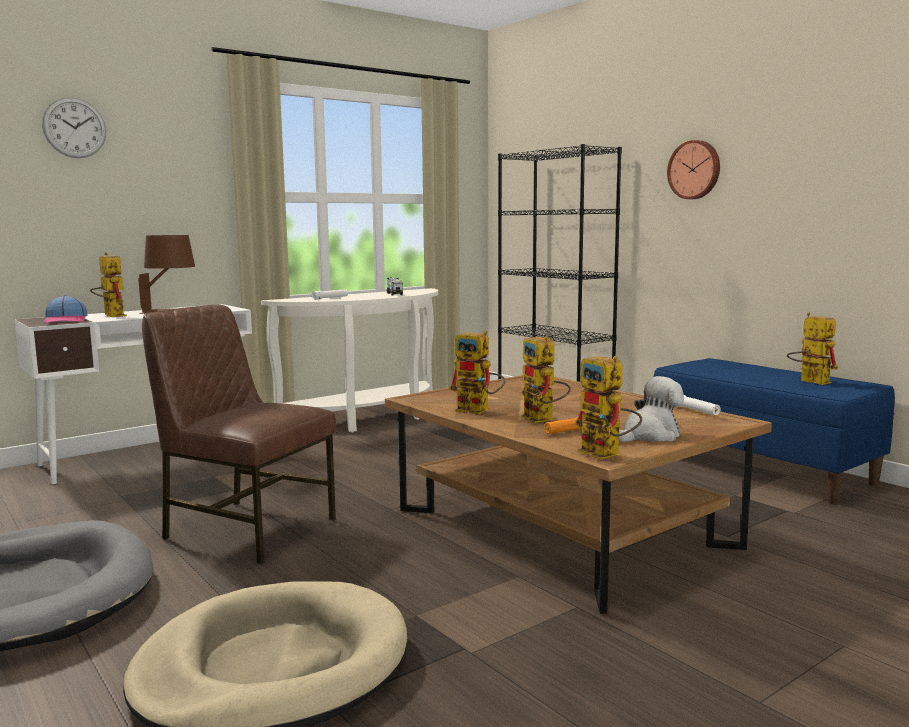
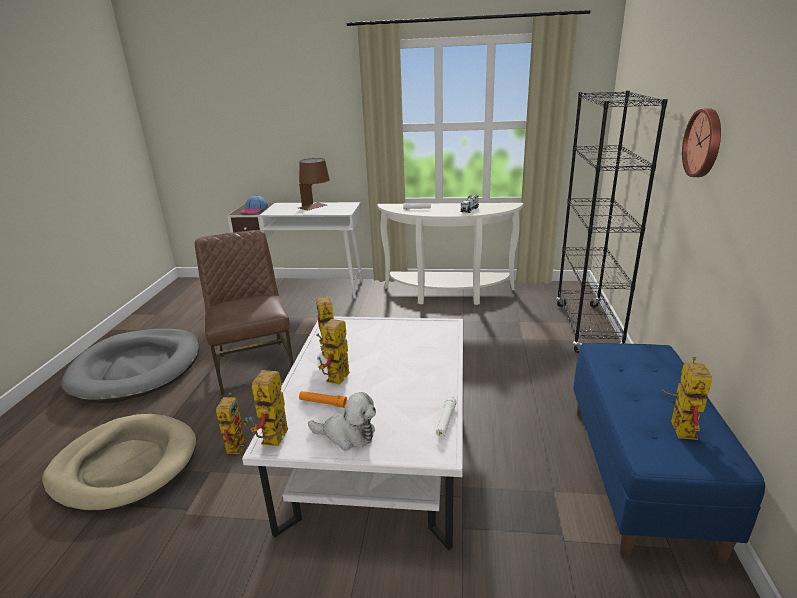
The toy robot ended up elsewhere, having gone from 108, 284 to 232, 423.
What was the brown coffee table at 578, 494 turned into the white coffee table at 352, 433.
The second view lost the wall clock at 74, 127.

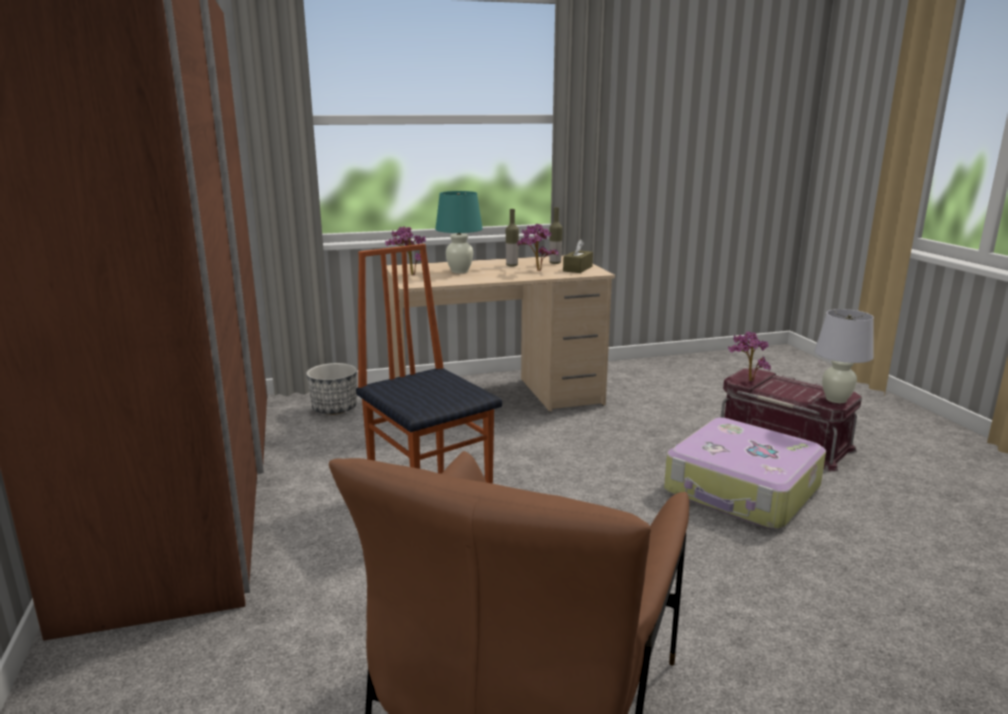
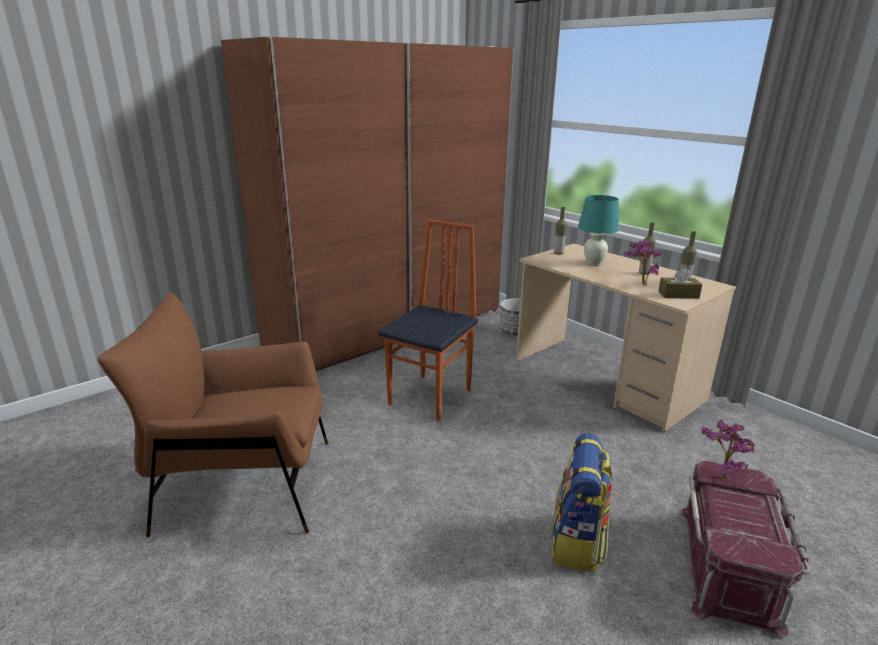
Where the suitcase stood at 745, 474, the backpack came to stand at 581, 502.
Where the potted plant stood at 405, 250, the bottle came to stand at 560, 231.
The second view lost the white table lamp at 844, 356.

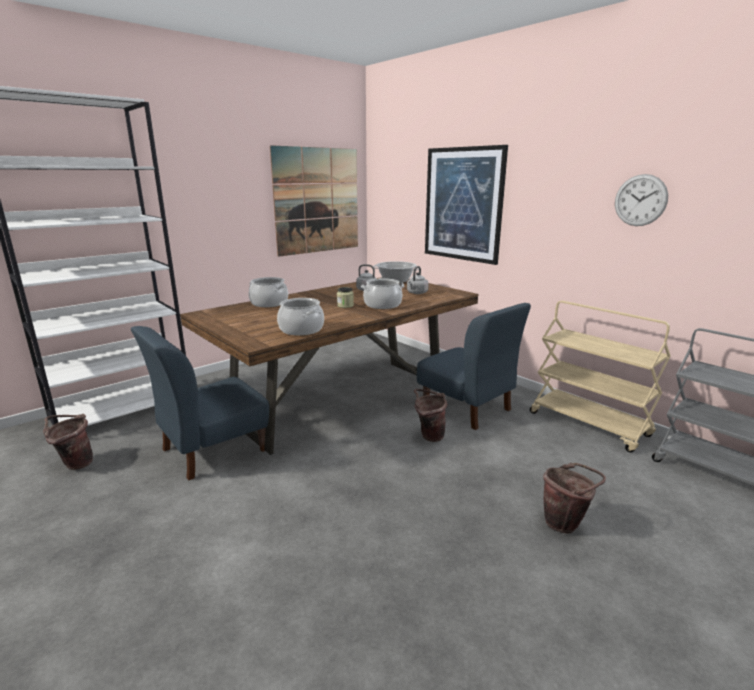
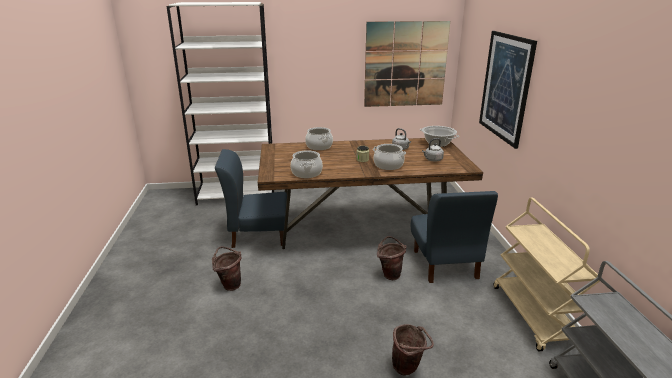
The brown bucket ended up elsewhere, having gone from 68, 442 to 227, 268.
The second view lost the wall clock at 641, 200.

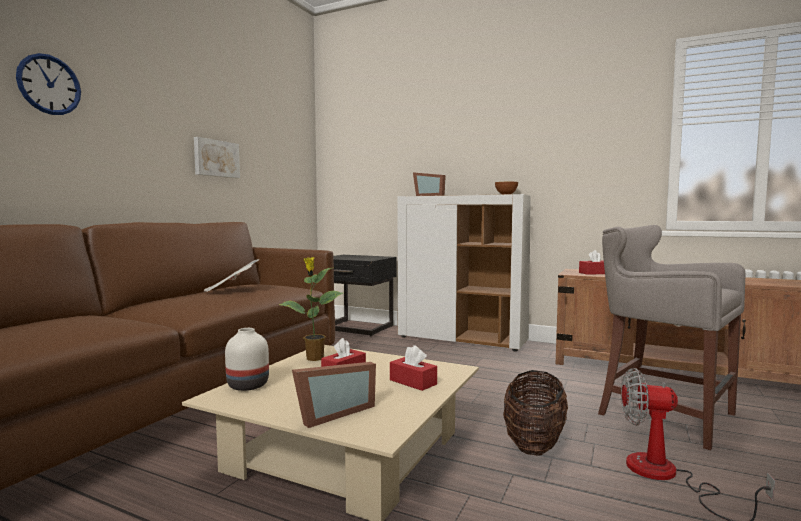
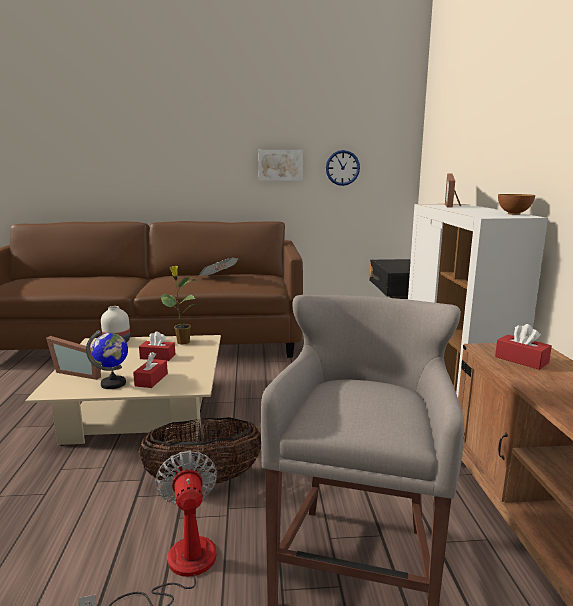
The second view gained the globe at 107, 359.
The wall clock ended up elsewhere, having gone from 48, 84 to 343, 168.

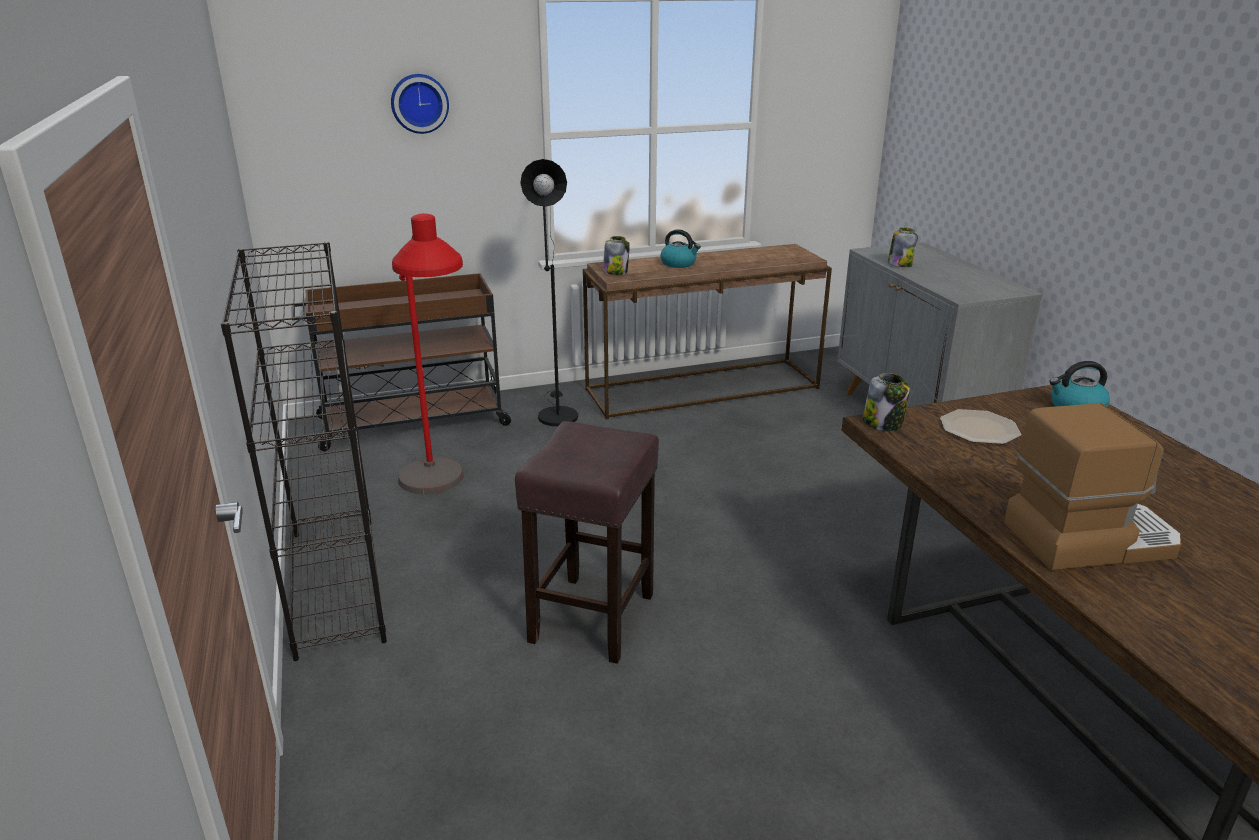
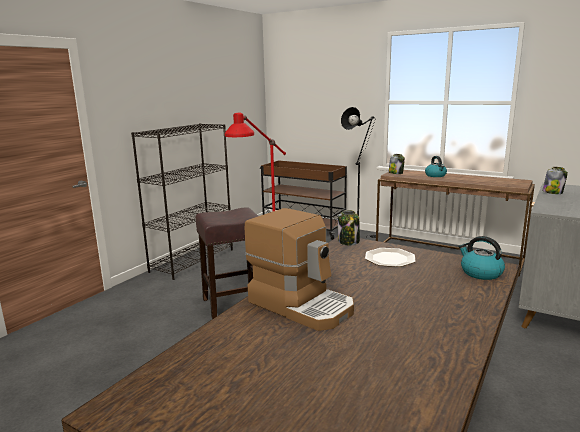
The second view lost the wall clock at 420, 104.

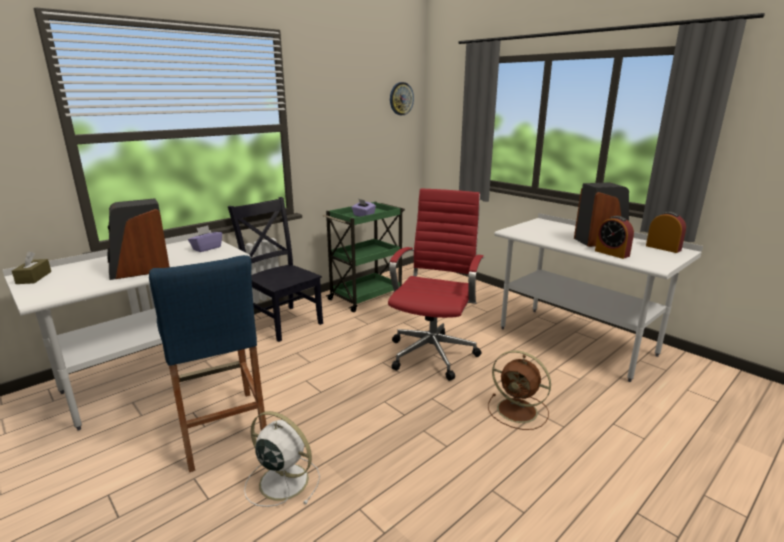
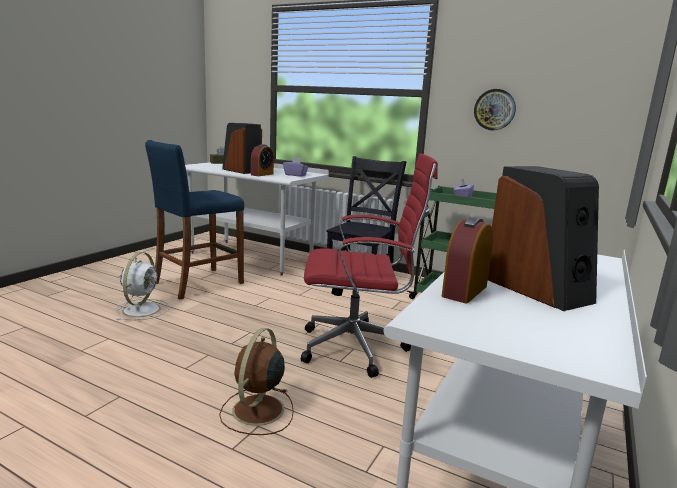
The alarm clock ended up elsewhere, having gone from 666, 232 to 262, 160.
The wall clock ended up elsewhere, having gone from 402, 98 to 495, 110.

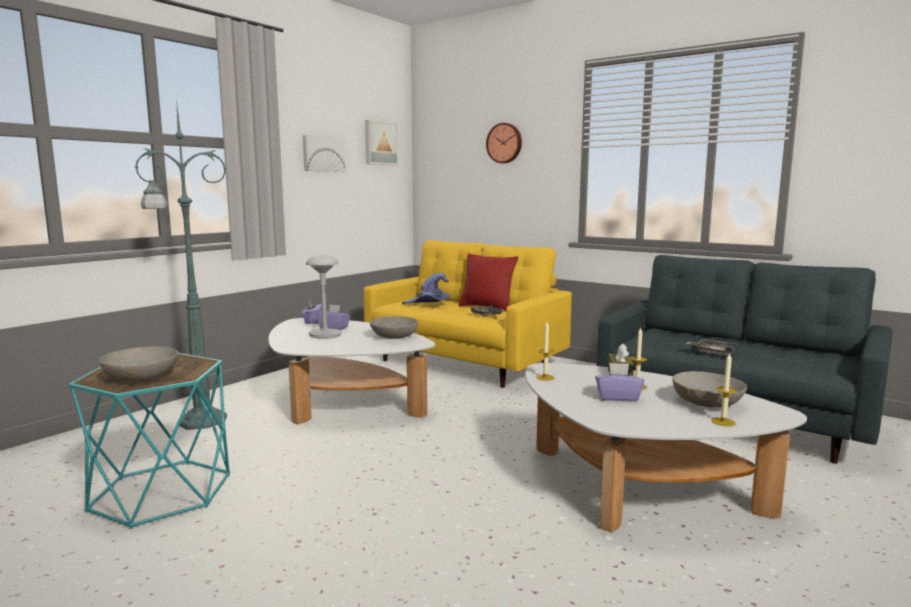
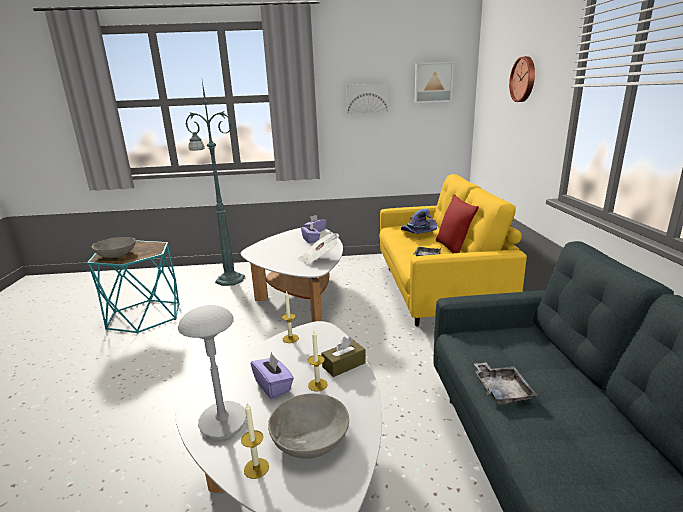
The grey table lamp ended up elsewhere, having gone from 323, 296 to 212, 372.
Where the grey bowl stood at 394, 327, the newspaper came to stand at 318, 248.

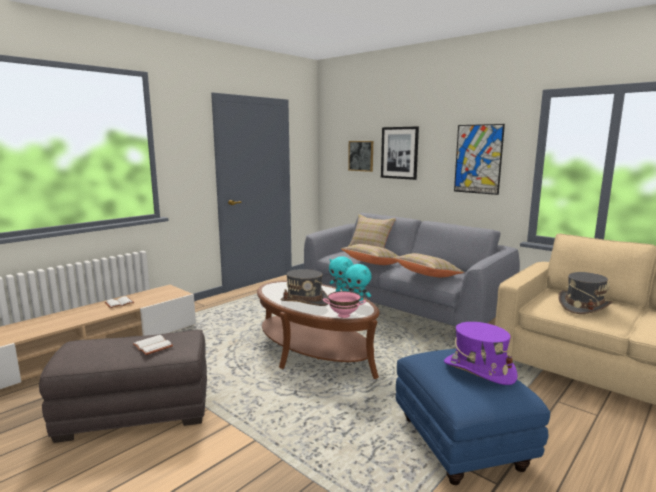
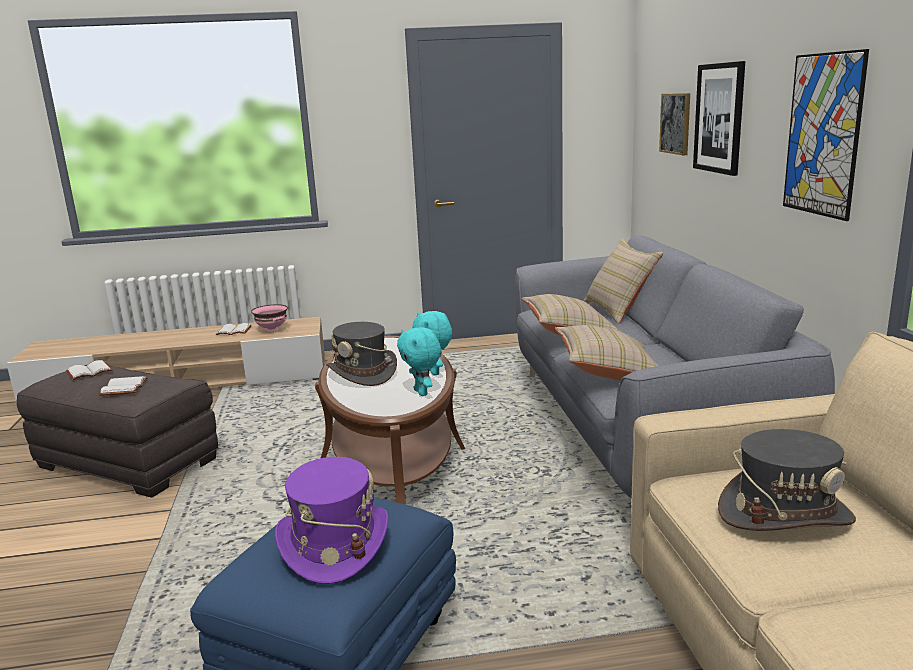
The second view gained the white book at 89, 370.
The pink bowl ended up elsewhere, having gone from 344, 304 to 269, 318.

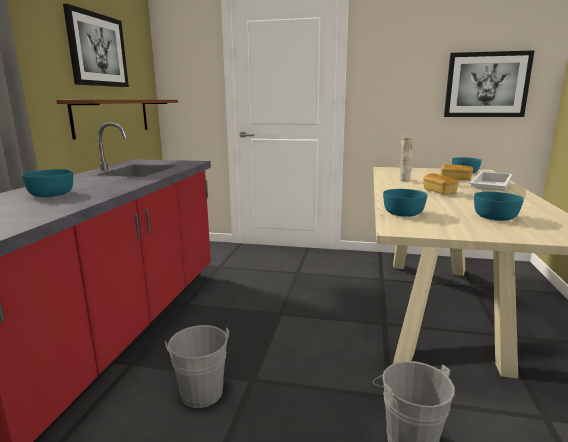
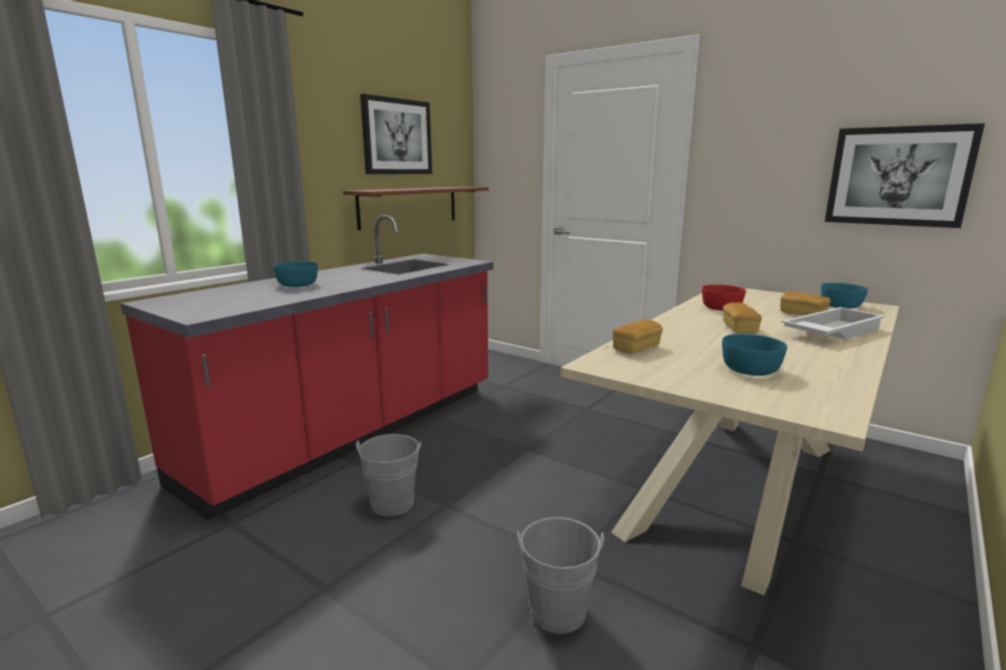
Where the turquoise bowl stood at 405, 203, the bread came to stand at 638, 336.
Where the beige vase stood at 406, 158, the red bowl came to stand at 724, 298.

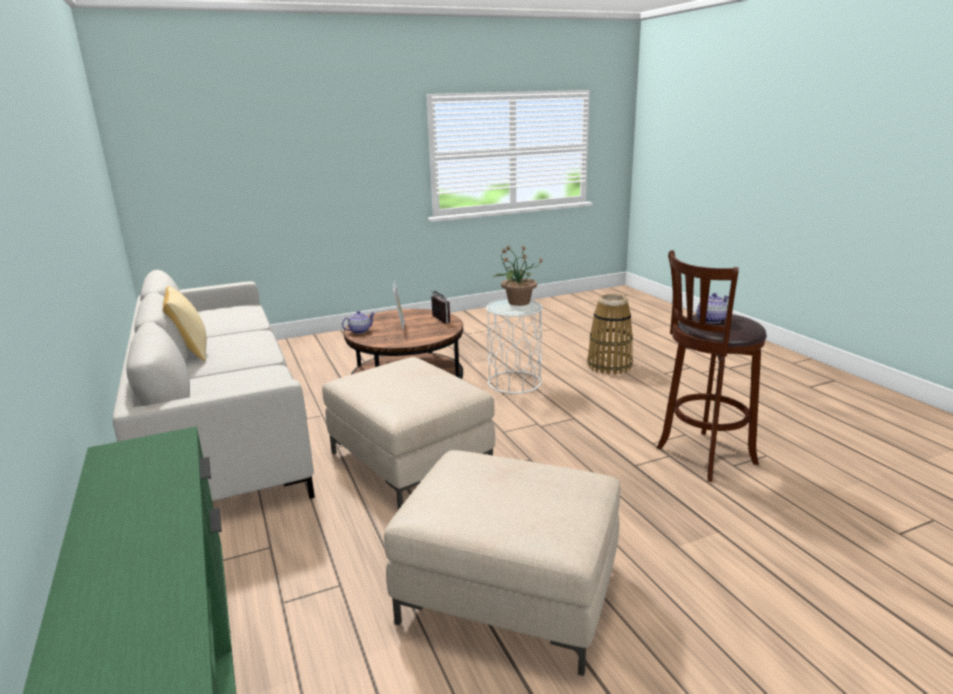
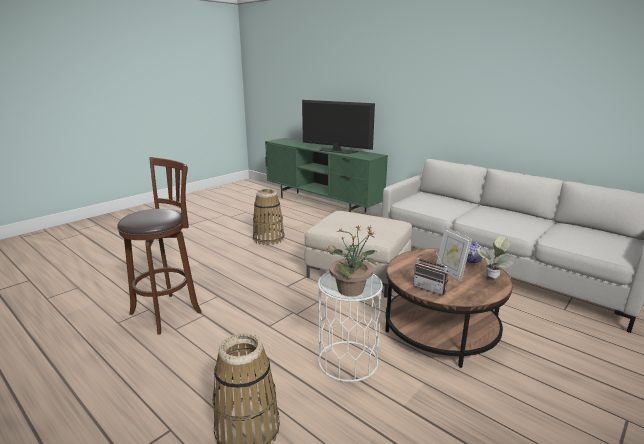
Where the beige ottoman stood at 502, 563, the basket came to stand at 268, 217.
The second view gained the television at 338, 127.
The second view gained the potted plant at 495, 257.
The second view lost the pillow at 185, 323.
The second view lost the teapot at 712, 308.

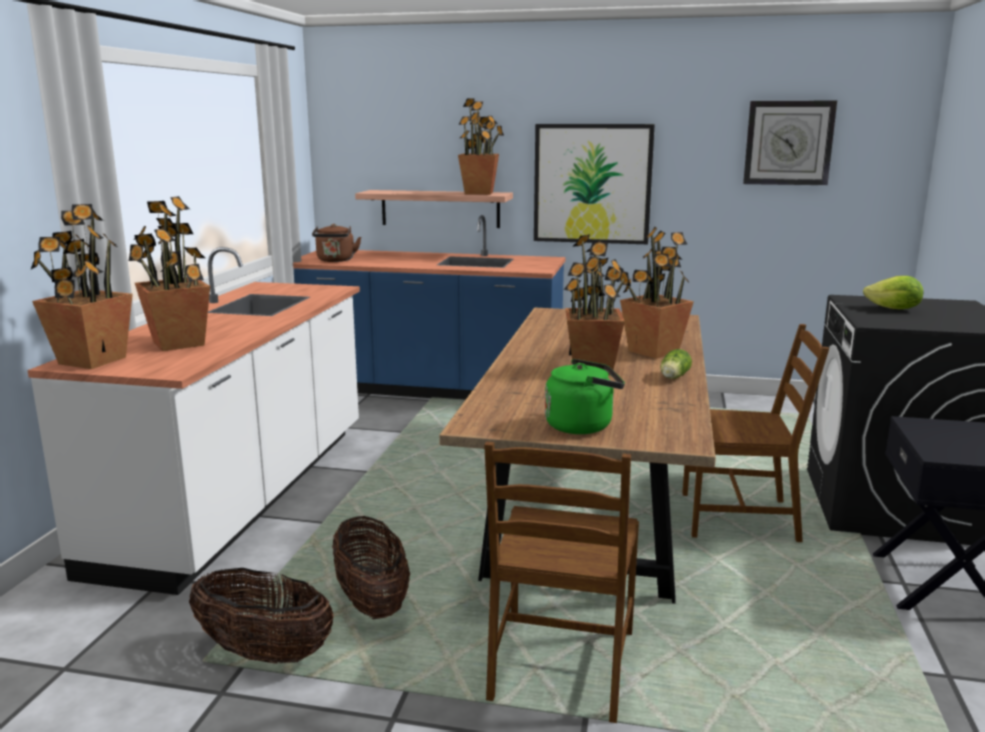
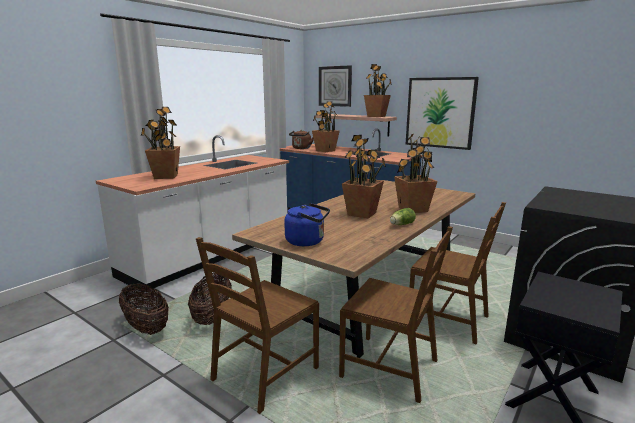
What was the green kettle at 585, 396 turned into the blue kettle at 307, 224.
The potted plant ended up elsewhere, having gone from 81, 286 to 326, 126.
The wall clock ended up elsewhere, having gone from 790, 143 to 335, 86.
The second view gained the brown chair at 396, 314.
The second view lost the lettuce at 893, 292.

